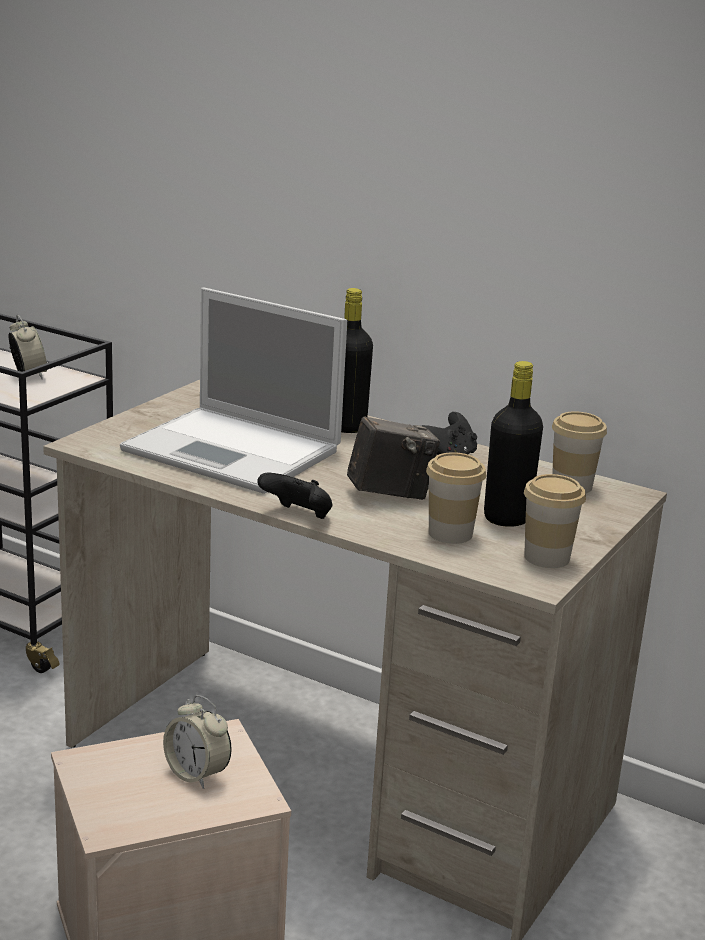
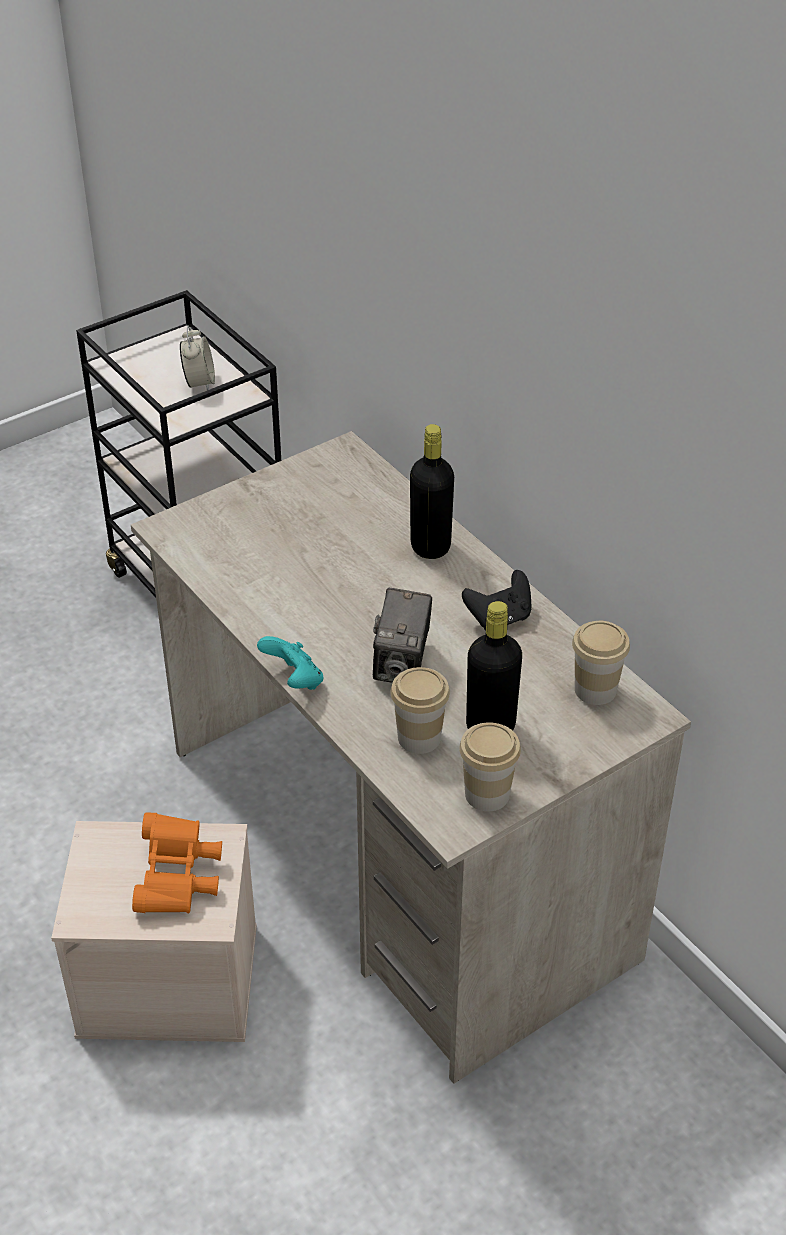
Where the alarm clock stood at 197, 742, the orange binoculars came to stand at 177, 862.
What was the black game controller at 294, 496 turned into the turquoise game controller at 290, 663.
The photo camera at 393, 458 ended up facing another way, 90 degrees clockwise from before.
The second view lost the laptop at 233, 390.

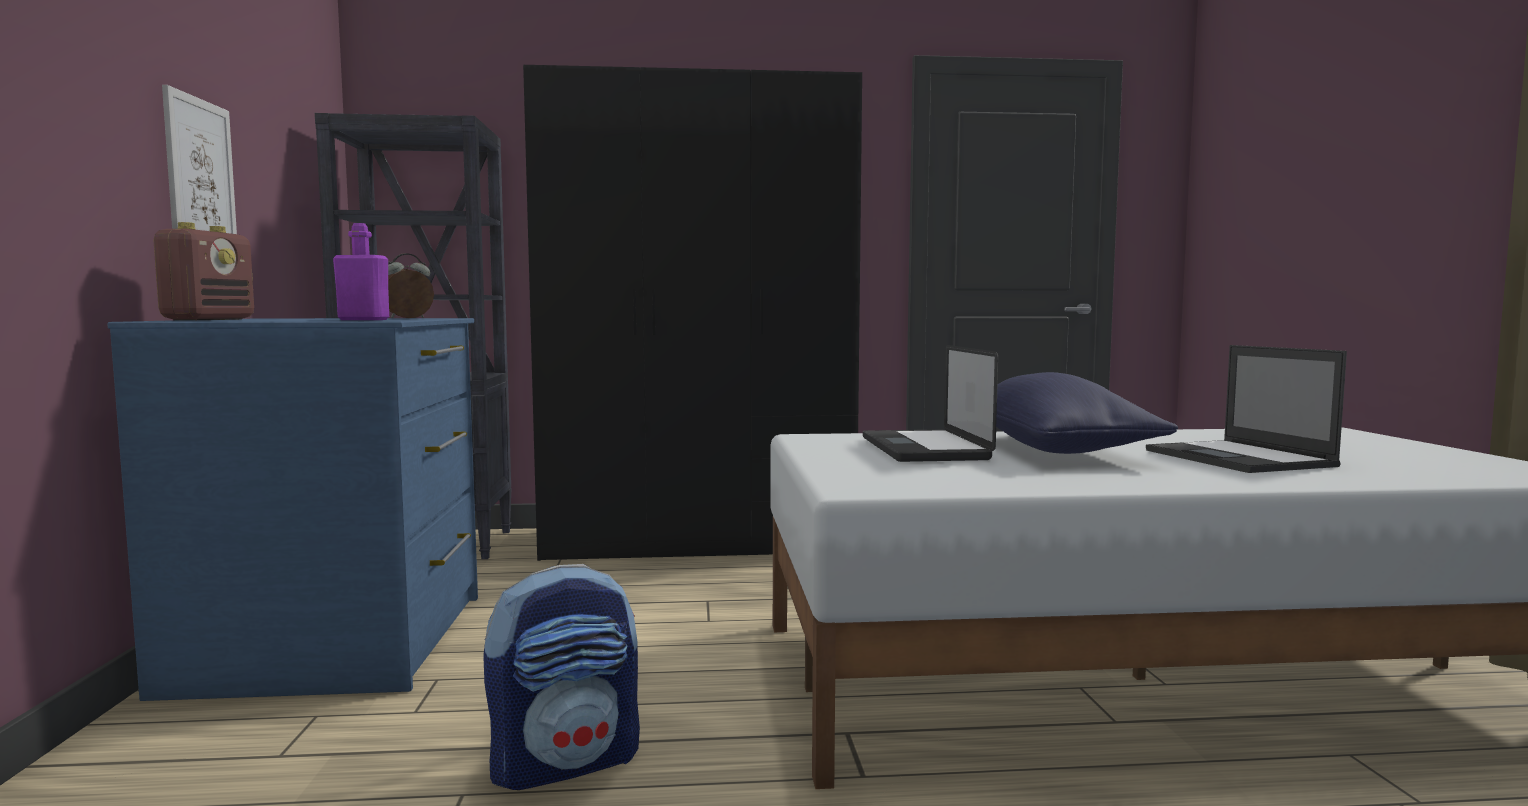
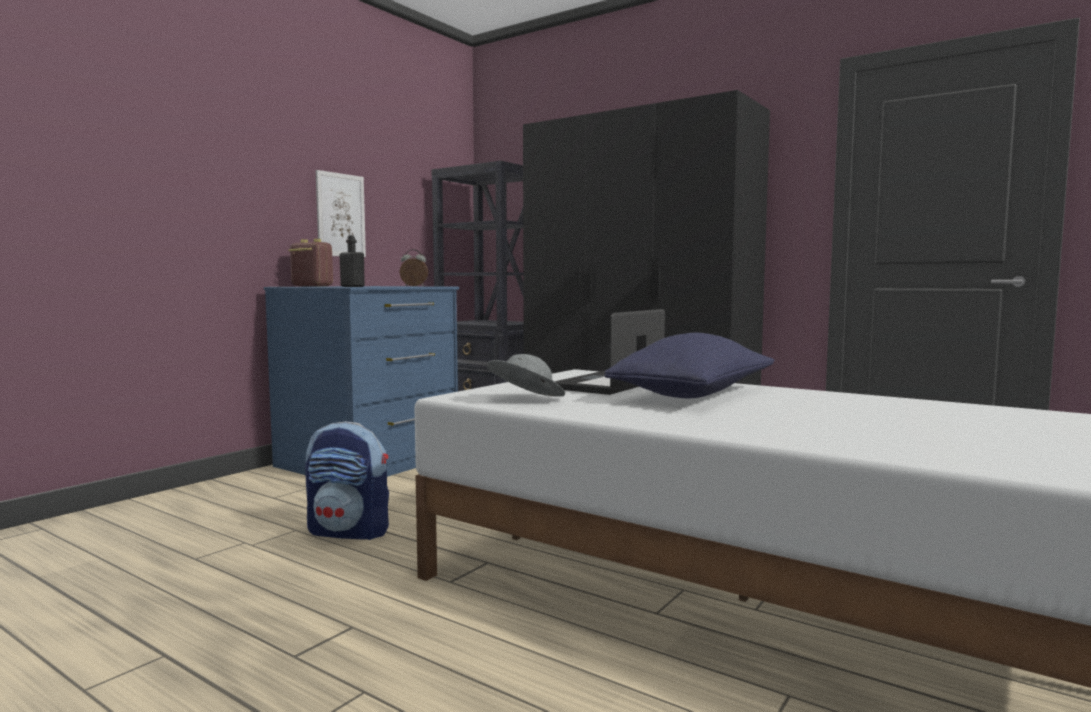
The radio at 203, 271 ended up facing another way, 105 degrees counterclockwise from before.
What was the purple bottle at 361, 271 turned into the black bottle at 352, 261.
The second view gained the grey hat at 526, 375.
The second view lost the laptop at 1246, 409.

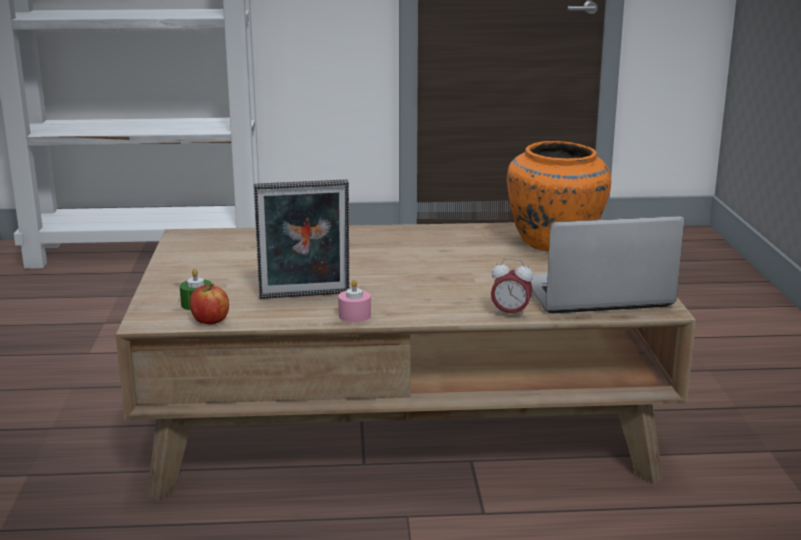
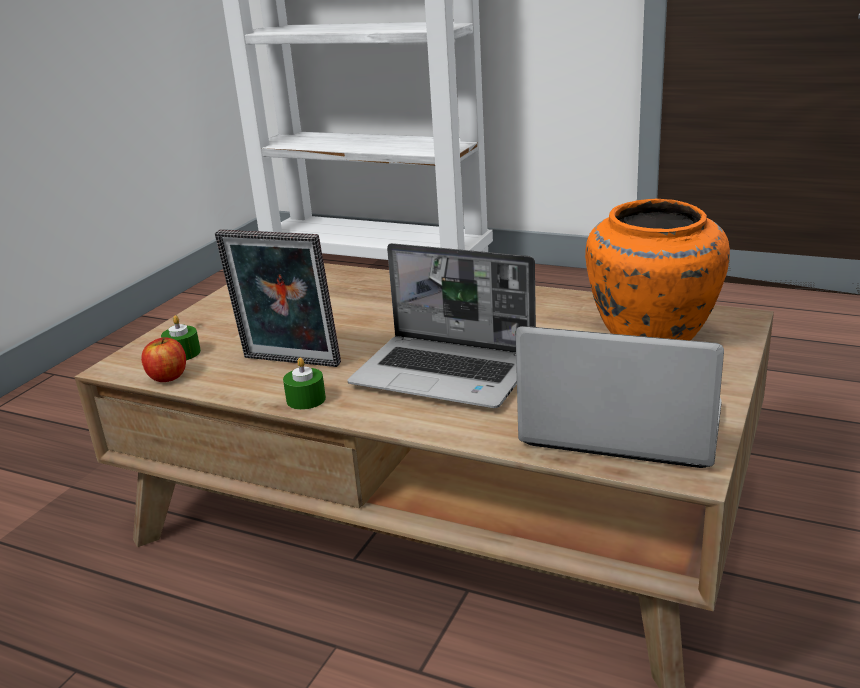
What was the pink candle at 354, 300 turned into the green candle at 304, 384.
The second view gained the laptop at 441, 325.
The second view lost the alarm clock at 512, 288.

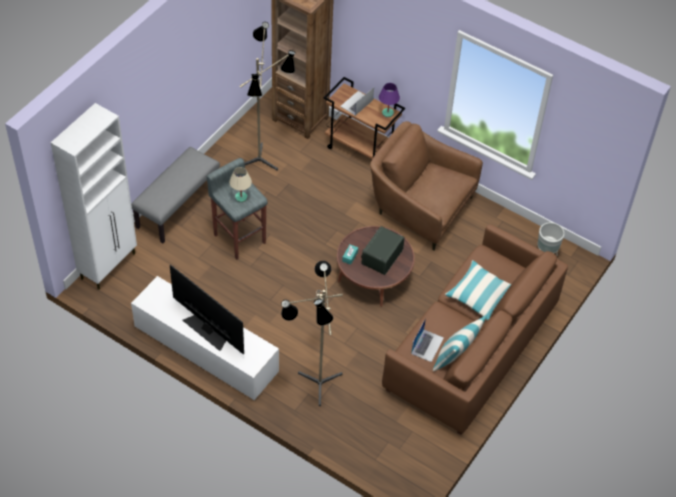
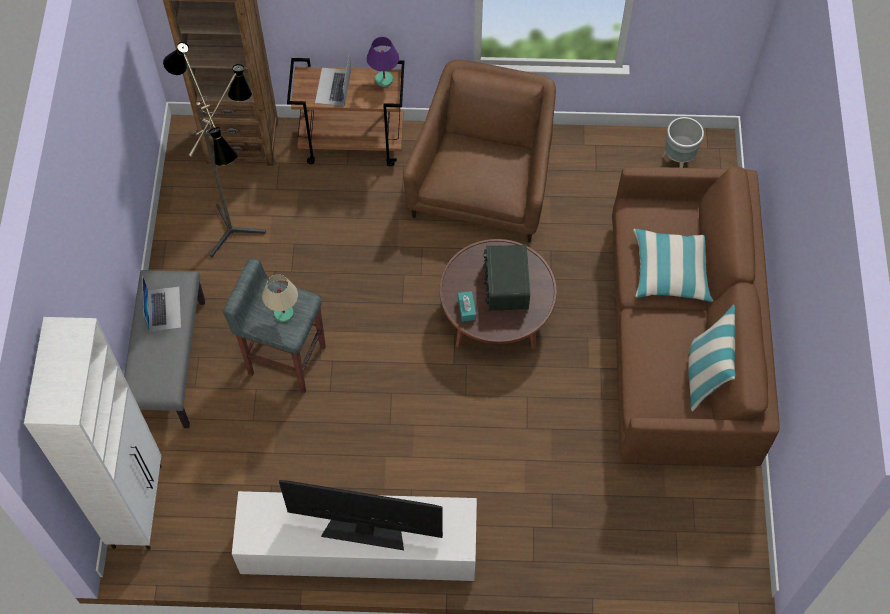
The laptop ended up elsewhere, having gone from 427, 340 to 161, 303.
The brown armchair at 426, 186 ended up facing another way, 105 degrees clockwise from before.
The second view lost the floor lamp at 312, 333.

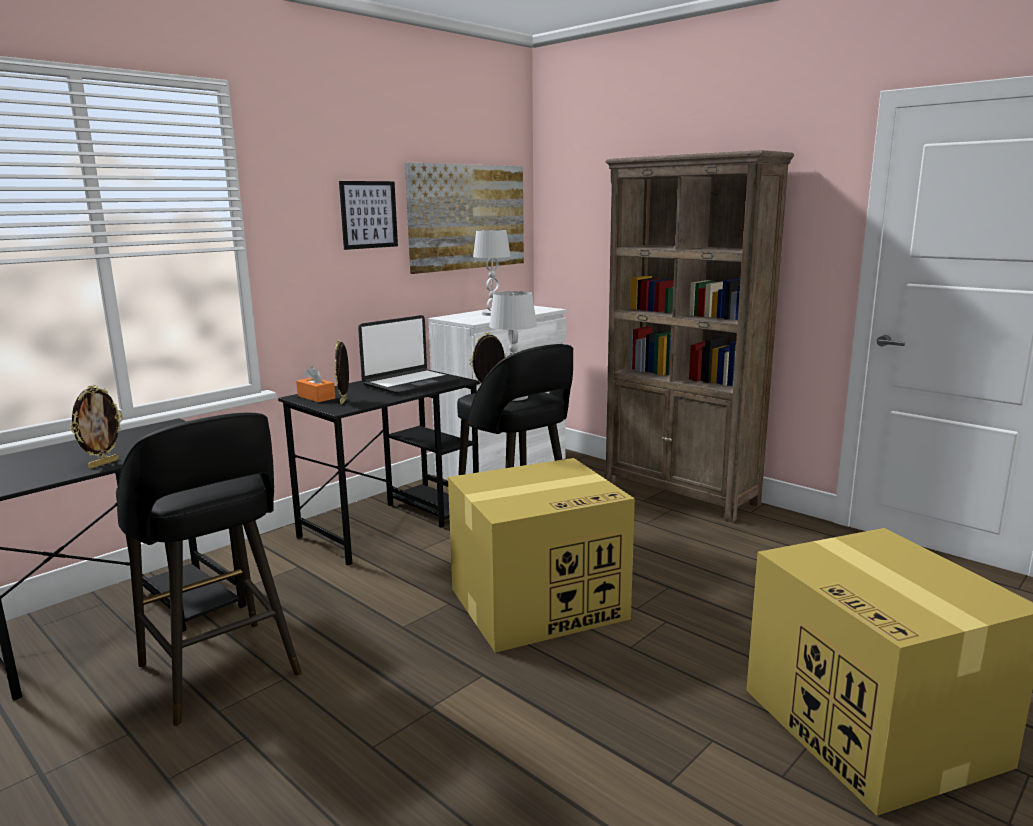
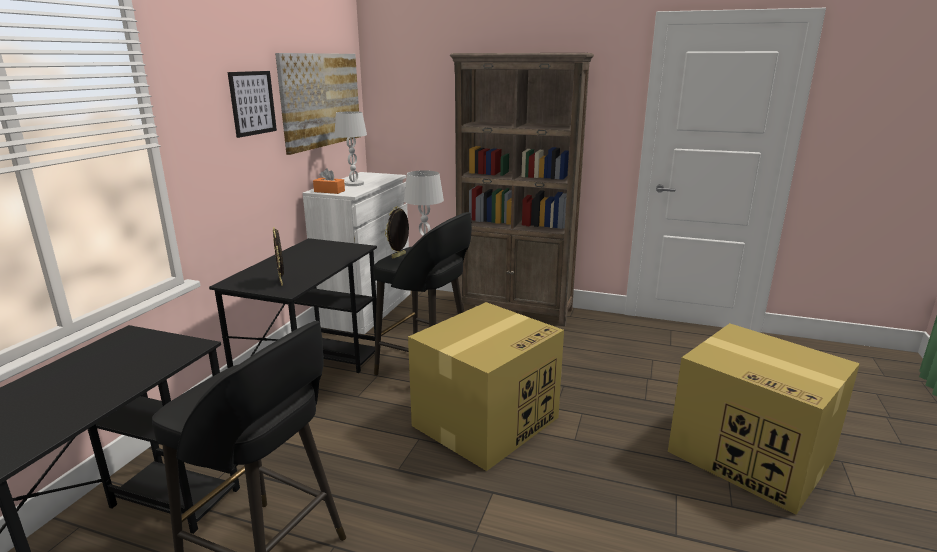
The orange tissue box ended up elsewhere, having gone from 315, 384 to 329, 181.
The second view lost the picture frame at 97, 427.
The second view lost the laptop at 409, 355.

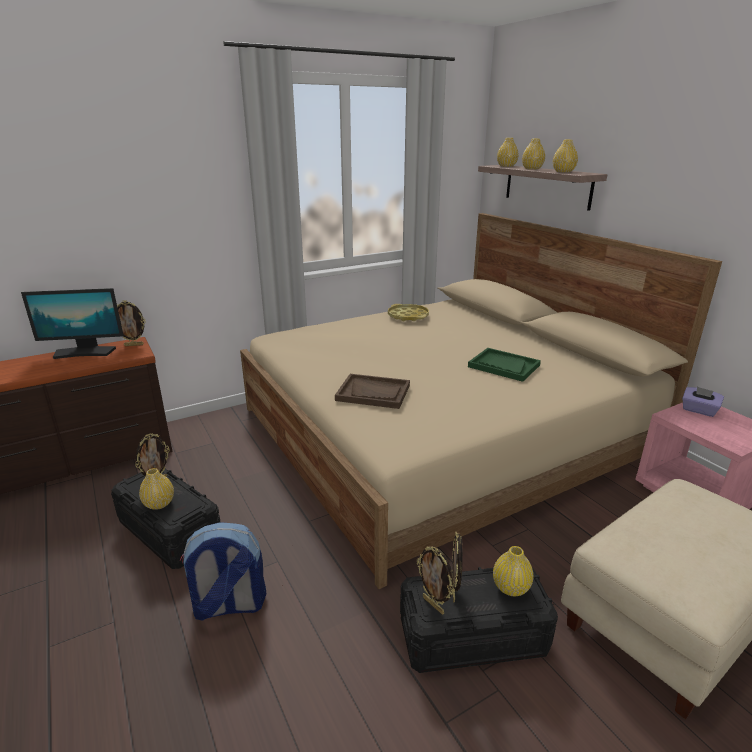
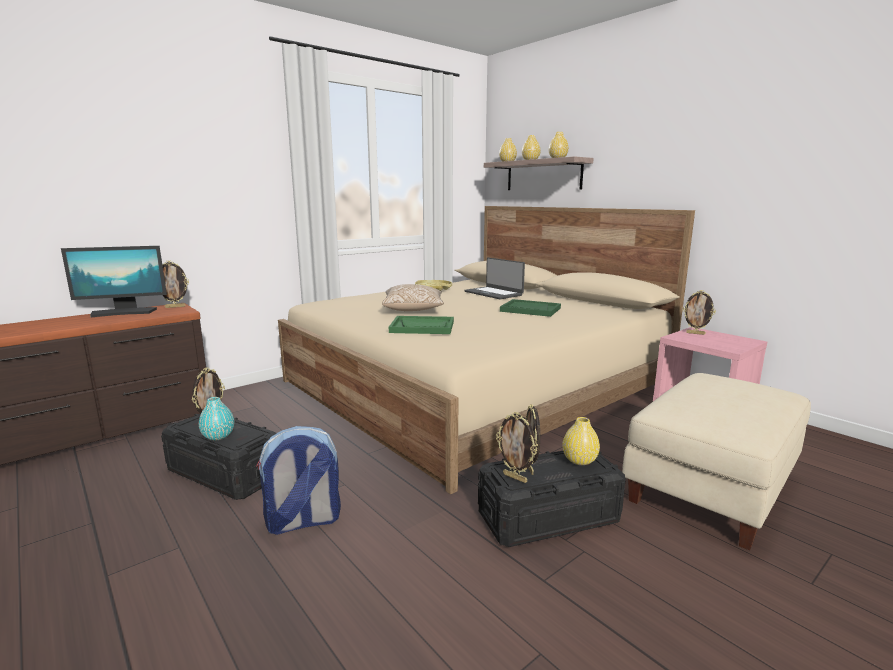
What was the yellow vase at 156, 489 turned into the turquoise vase at 216, 418.
The second view gained the pillow at 413, 297.
What was the brown tray at 372, 391 turned into the green tray at 421, 325.
The second view gained the laptop at 495, 278.
Where the purple tissue box stood at 703, 402, the picture frame came to stand at 699, 312.

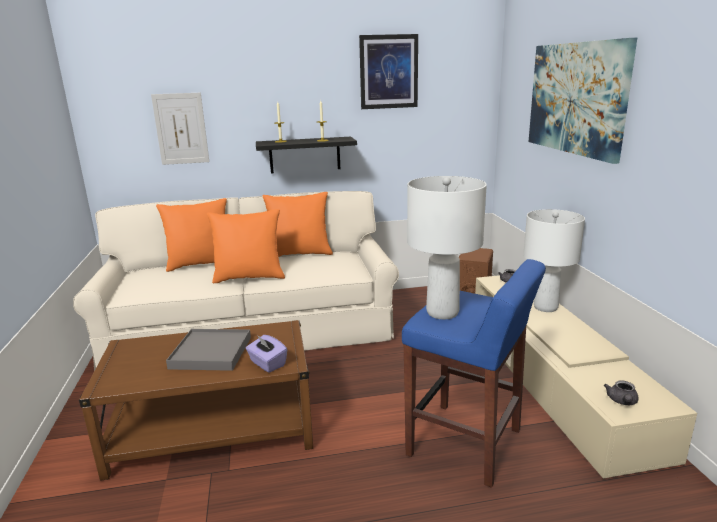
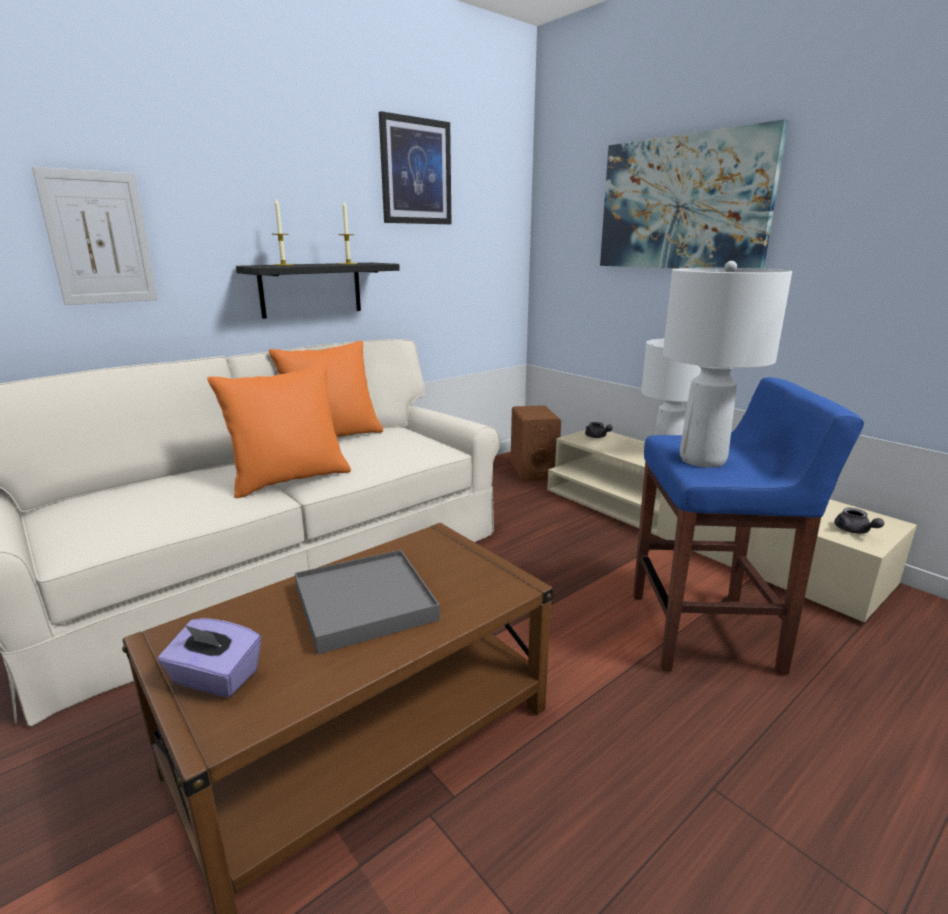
The purple tissue box ended up elsewhere, having gone from 266, 354 to 209, 657.
The second view lost the orange pillow at 191, 235.

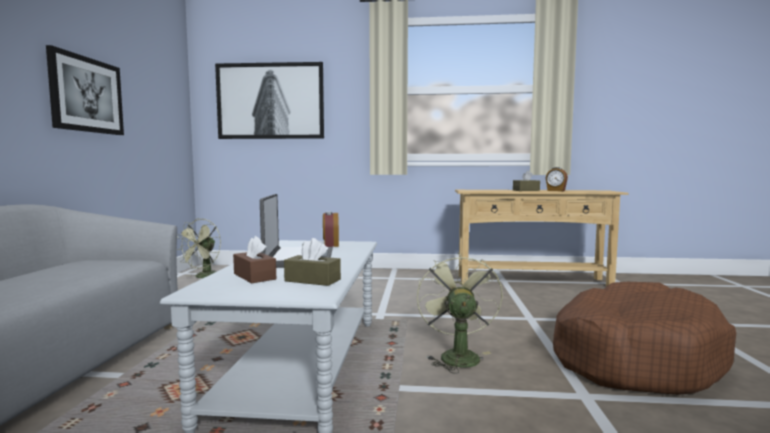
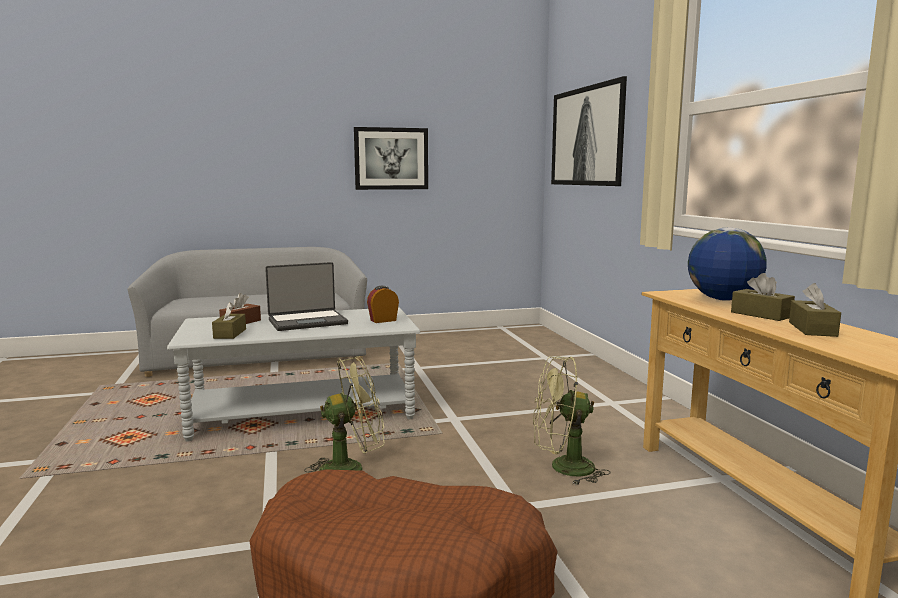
The green fan ended up elsewhere, having gone from 199, 248 to 571, 420.
The second view gained the globe at 727, 264.
Where the alarm clock stood at 557, 179, the brown tissue box came to stand at 815, 310.

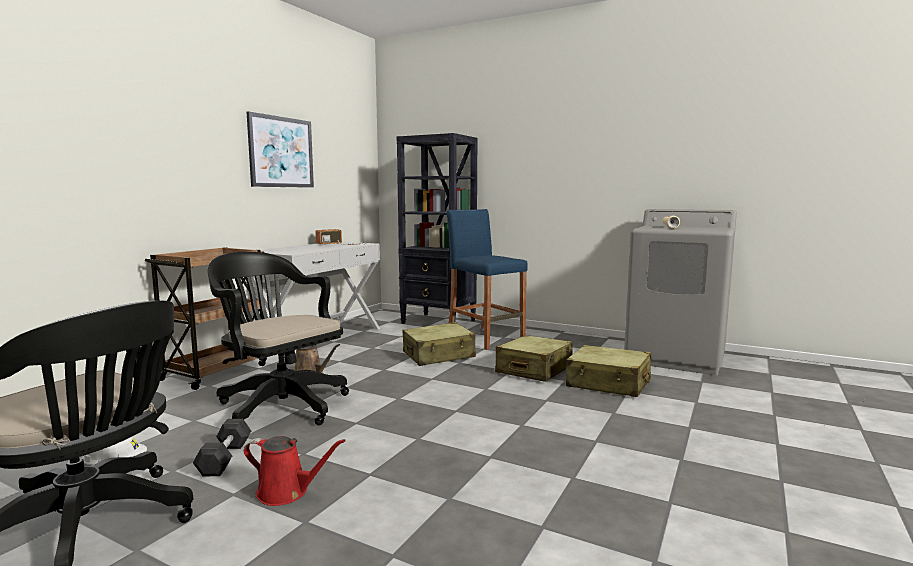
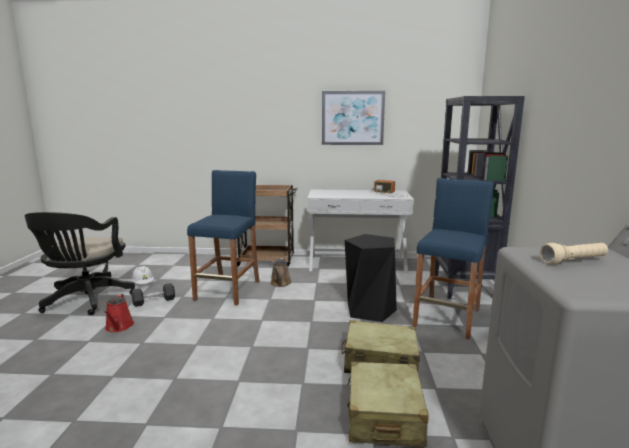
Where the black office chair stood at 278, 338, the blue stool came to stand at 223, 237.
Where the beige suitcase stood at 439, 344, the black stool came to stand at 371, 278.

